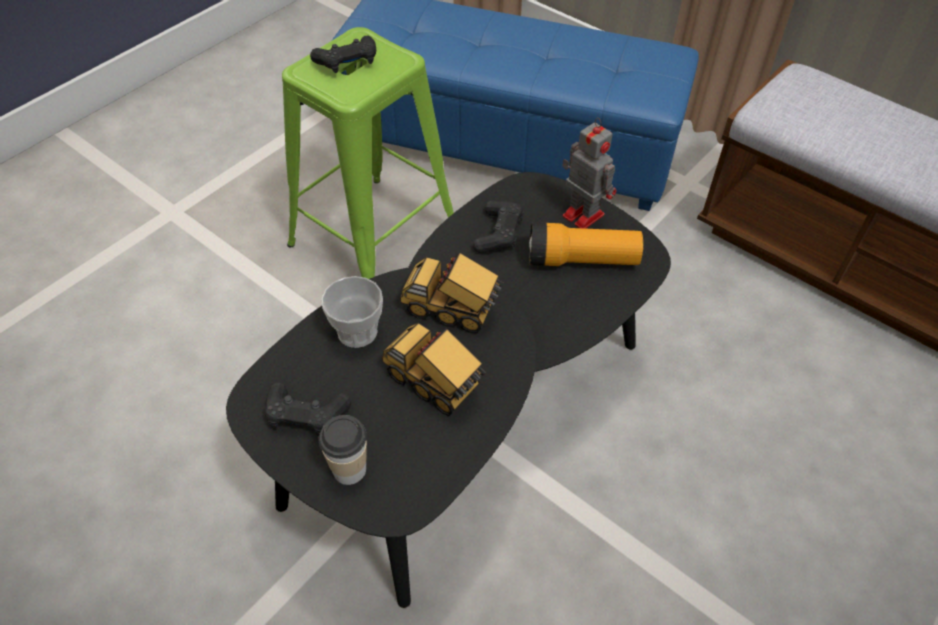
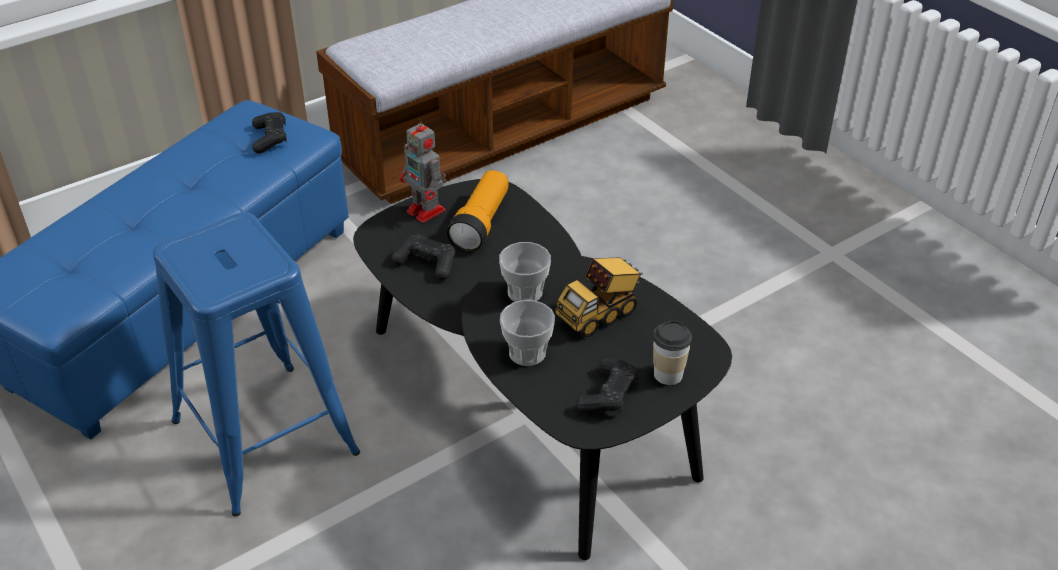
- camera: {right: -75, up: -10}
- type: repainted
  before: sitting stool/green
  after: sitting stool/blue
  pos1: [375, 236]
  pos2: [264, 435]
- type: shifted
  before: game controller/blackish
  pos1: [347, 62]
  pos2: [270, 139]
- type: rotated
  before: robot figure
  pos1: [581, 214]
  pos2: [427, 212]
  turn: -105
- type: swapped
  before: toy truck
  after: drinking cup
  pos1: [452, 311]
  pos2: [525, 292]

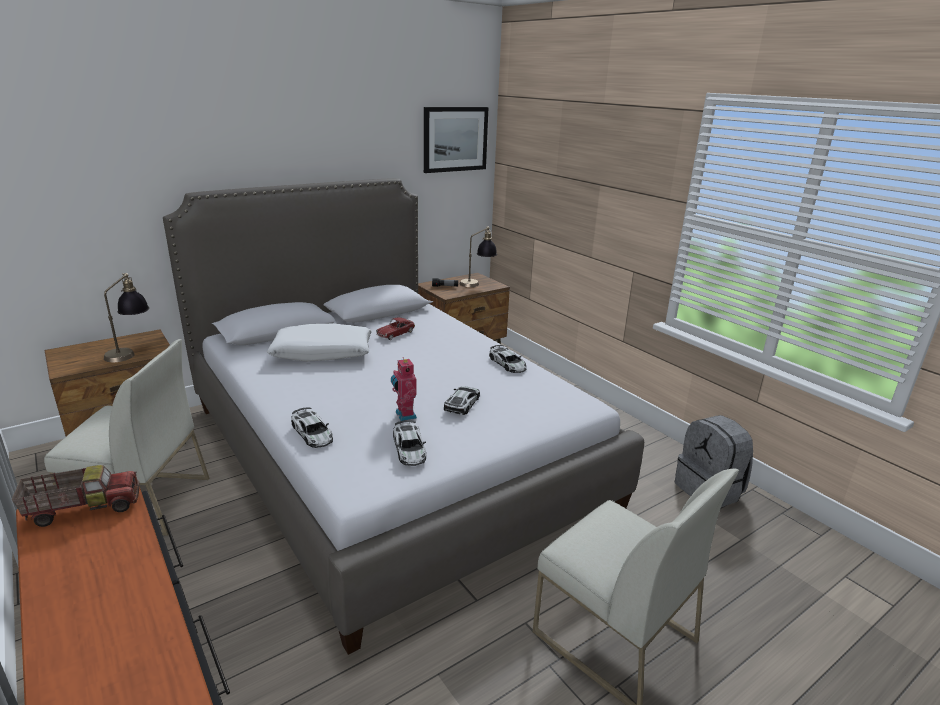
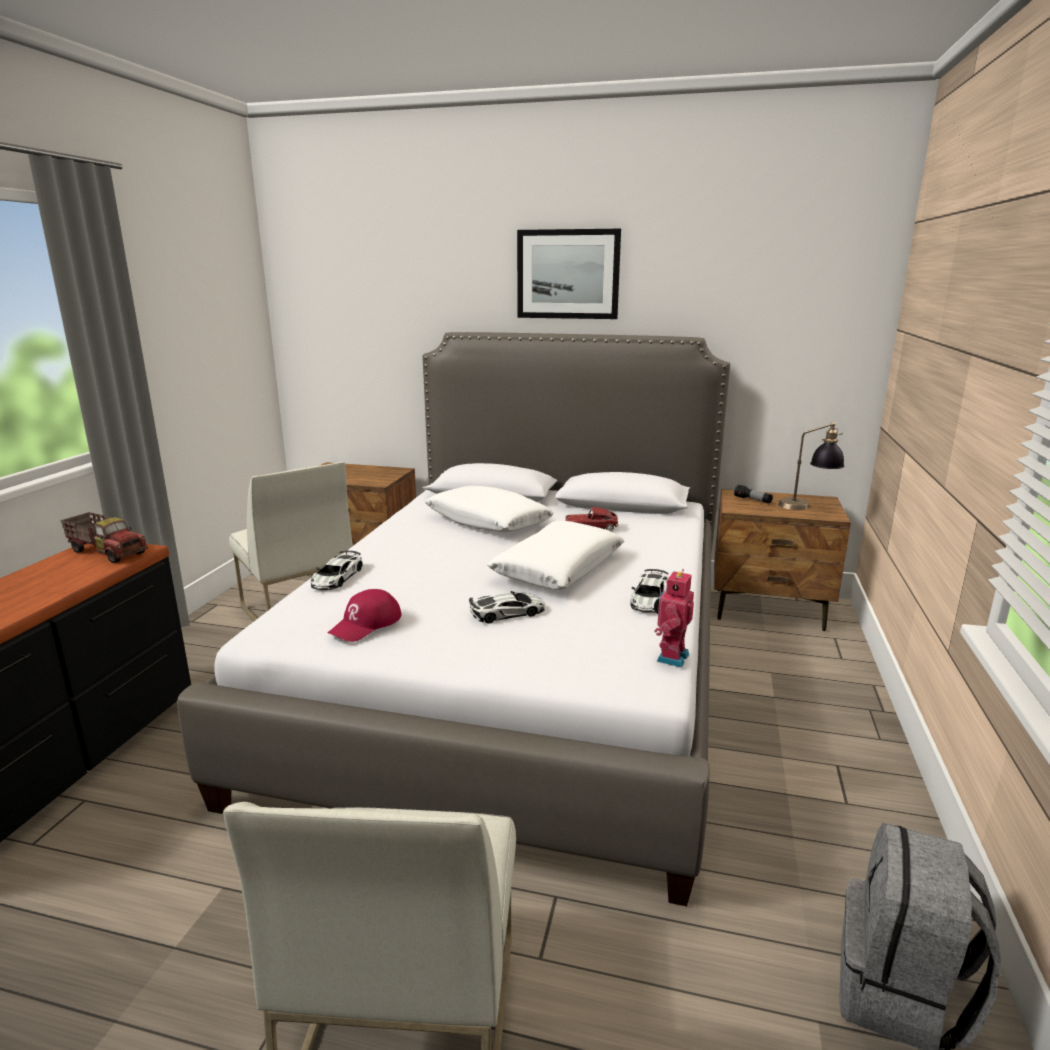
- camera: {right: 50, up: -5}
- type: swapped
  before: toy car
  after: baseball cap/red
  pos1: [409, 448]
  pos2: [366, 624]
- type: new
  after: throw pillow/white
  pos2: [558, 568]
- type: shifted
  before: wall picture
  pos1: [455, 139]
  pos2: [568, 274]
- type: shifted
  before: robot figure
  pos1: [404, 415]
  pos2: [670, 657]
- type: gone
  before: tabletop lamp
  pos1: [130, 352]

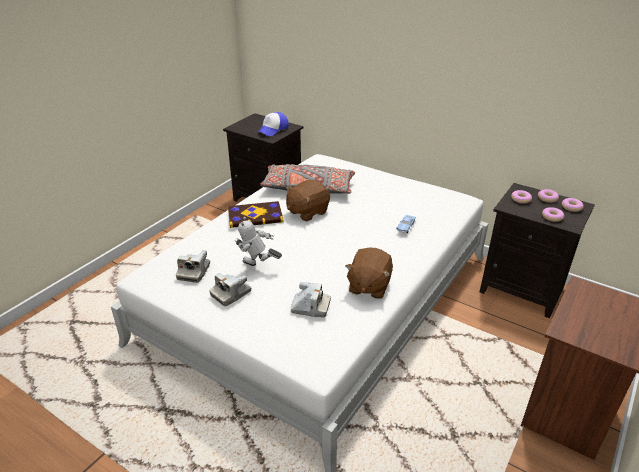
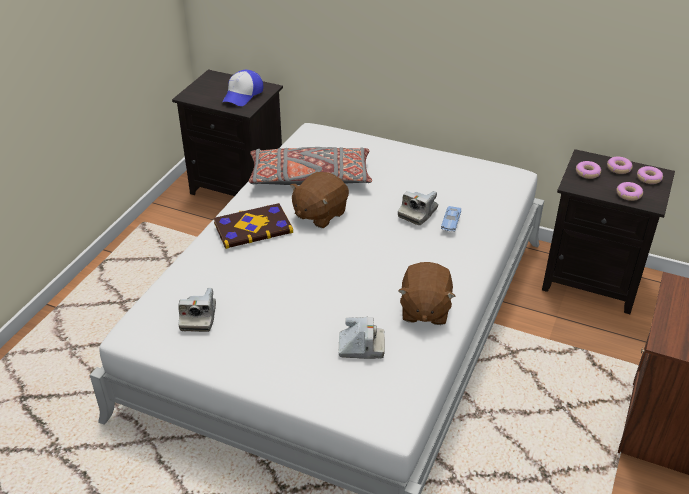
- camera: {right: -10, up: 5}
- type: shifted
  before: still camera
  pos1: [231, 294]
  pos2: [418, 213]
- type: gone
  before: robot figure
  pos1: [258, 267]

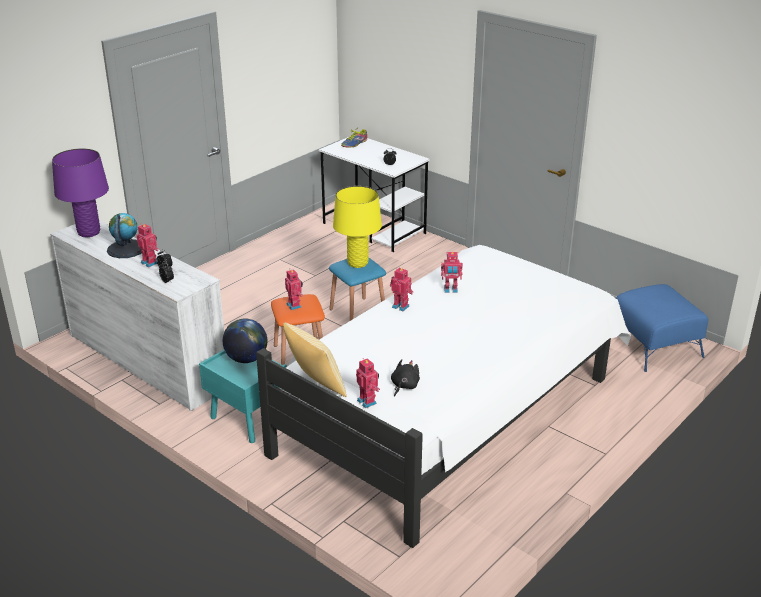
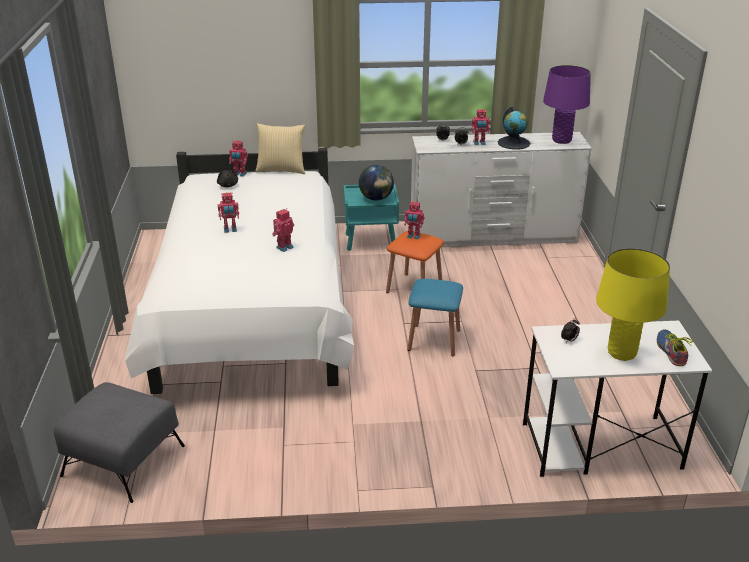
- camera: {right: 135, up: 0}
- type: repainted
  before: footrest/blue
  after: footrest/gray
  pos1: [654, 346]
  pos2: [123, 460]
- type: shifted
  before: robot figure
  pos1: [401, 306]
  pos2: [230, 230]
- type: shifted
  before: tabletop lamp/yellow-coloured
  pos1: [357, 263]
  pos2: [622, 353]

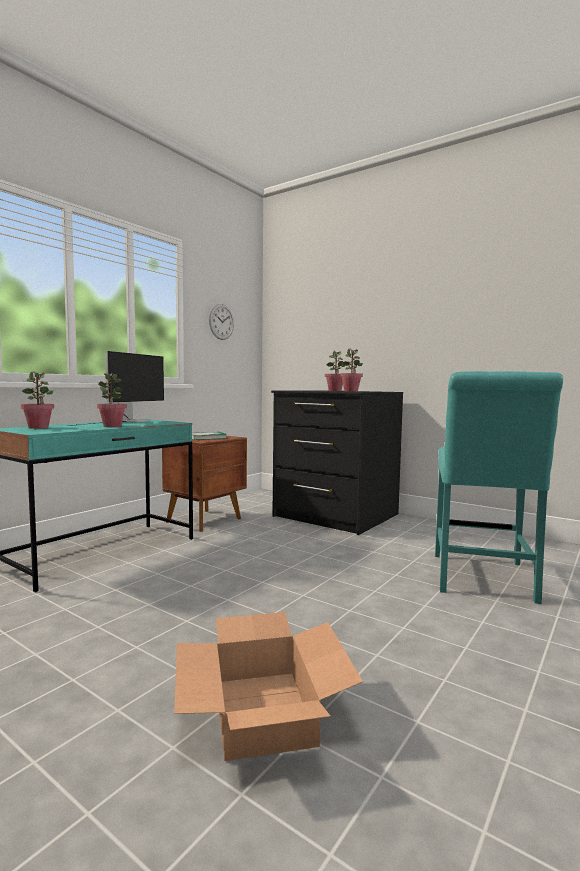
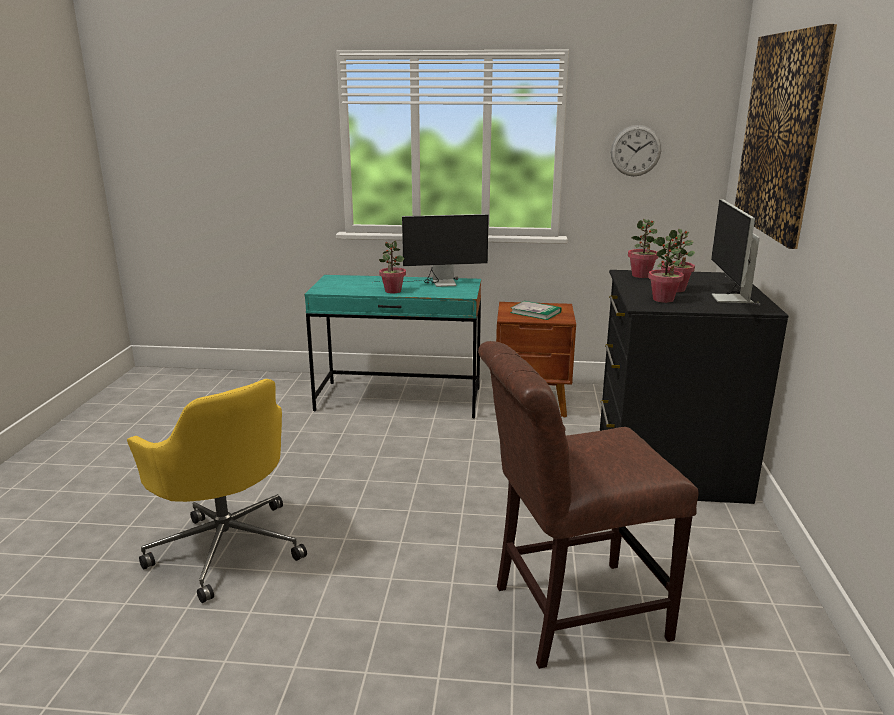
- camera: {right: 60, up: 15}
- type: swapped
  before: cardboard box
  after: office chair/yellow-coloured
  pos1: [262, 712]
  pos2: [227, 546]
- type: repainted
  before: plain chair/turquoise-coloured
  after: plain chair/brown
  pos1: [482, 579]
  pos2: [570, 613]
- type: shifted
  before: plant in a pot
  pos1: [38, 427]
  pos2: [641, 275]
- type: new
  after: computer screen
  pos2: [732, 296]
- type: new
  after: wall picture
  pos2: [780, 135]

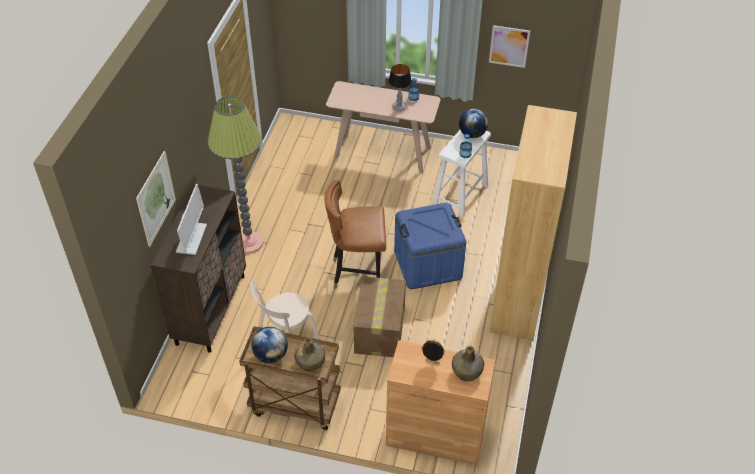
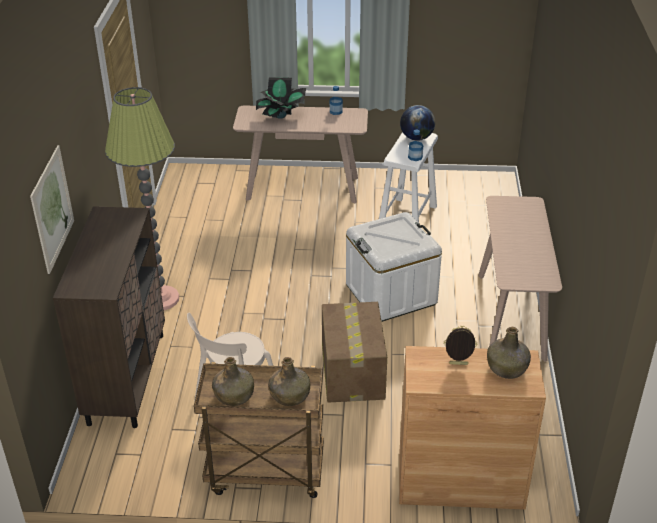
- camera: {right: -10, up: -10}
- type: swapped
  before: globe
  after: drink bottle/green
  pos1: [270, 355]
  pos2: [234, 395]
- type: new
  after: plant in a pot
  pos2: [281, 116]
- type: repainted
  before: storage container/blue
  after: storage container/white
  pos1: [428, 264]
  pos2: [391, 294]
- type: swapped
  before: shelving unit/brown
  after: hall table/sand-coloured
  pos1: [517, 299]
  pos2: [511, 316]
- type: gone
  before: computer screen
  pos1: [191, 238]
- type: gone
  before: plain chair/brown
  pos1: [357, 273]
- type: gone
  before: tabletop lamp
  pos1: [399, 107]
- type: gone
  before: wall picture
  pos1: [509, 46]

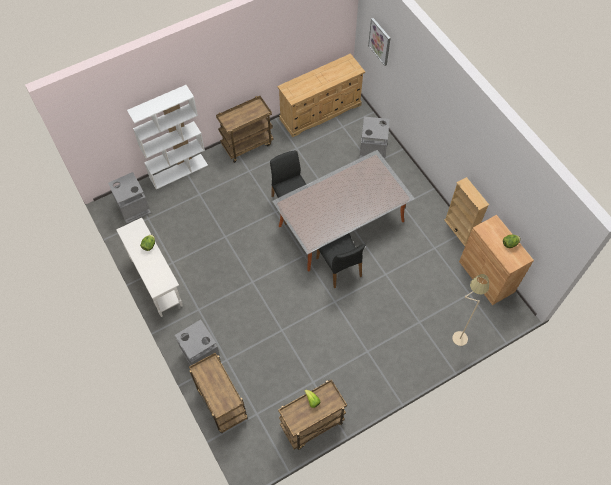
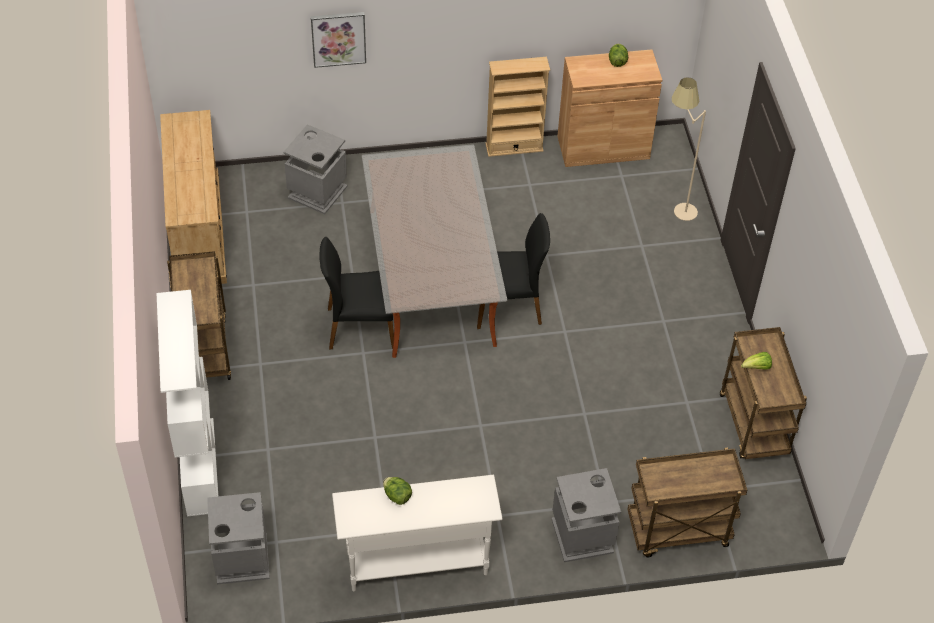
- camera: {right: -70, up: -10}
- type: shifted
  before: wall picture
  pos1: [380, 41]
  pos2: [338, 38]

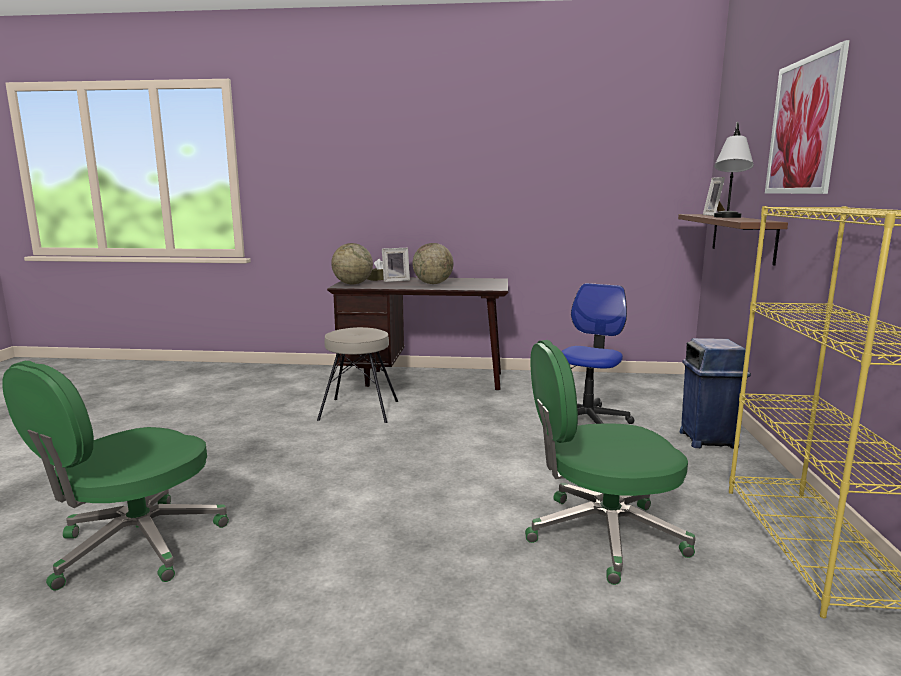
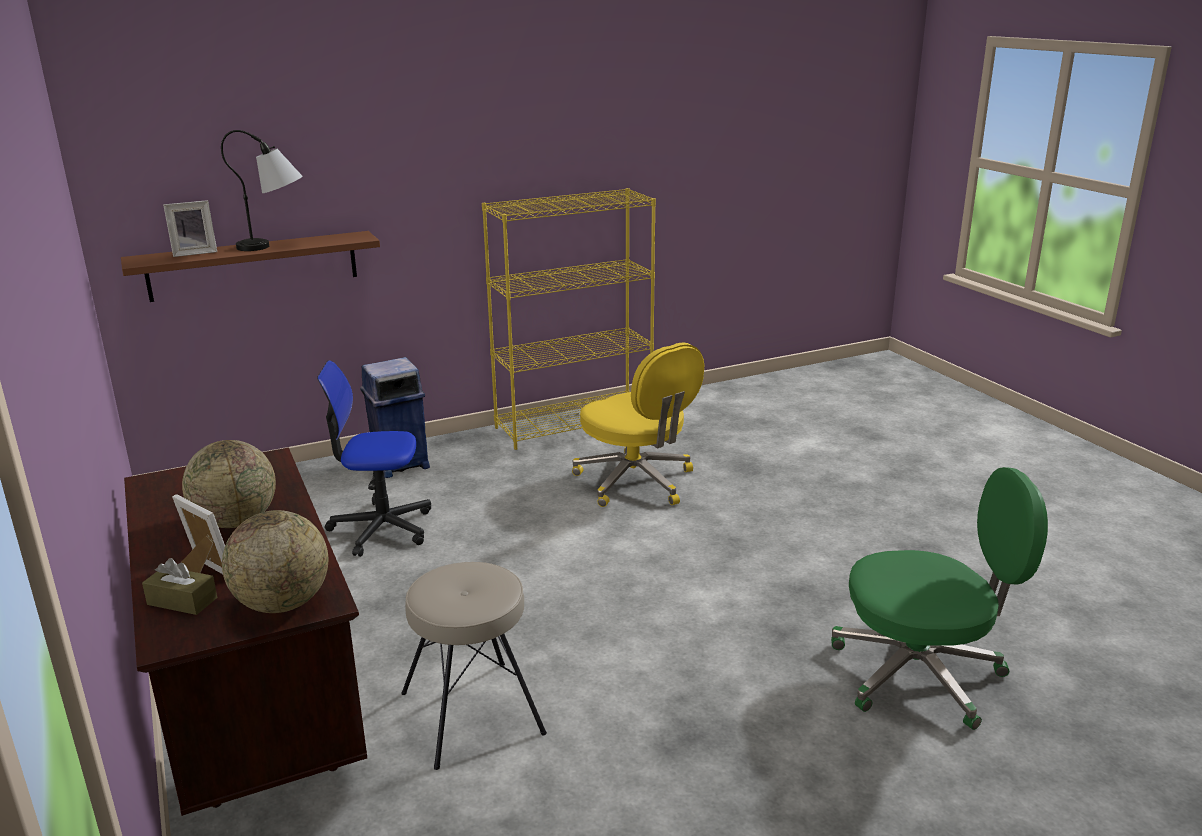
- camera: {right: -120, up: 10}
- type: repainted
  before: office chair/green
  after: office chair/yellow-coloured
  pos1: [601, 535]
  pos2: [636, 482]
- type: gone
  before: wall picture
  pos1: [803, 126]

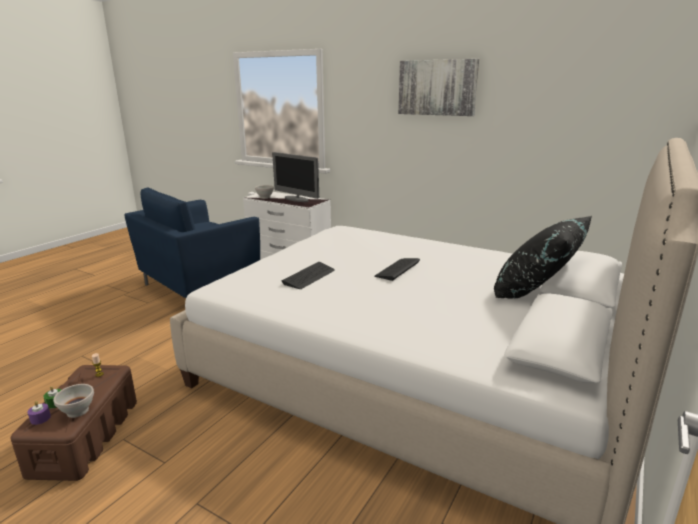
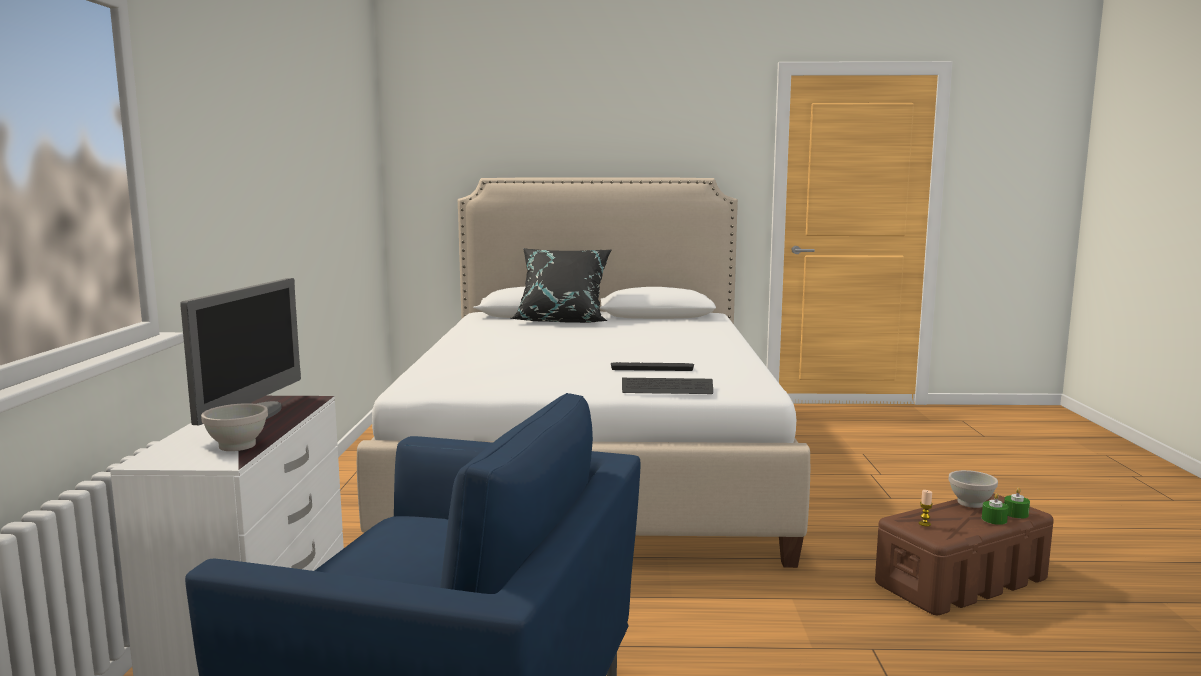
- camera: {right: -120, up: -10}
- type: shifted
  before: computer keyboard
  pos1: [397, 269]
  pos2: [667, 389]
- type: repainted
  before: wax candle/purple
  after: wax candle/green
  pos1: [40, 418]
  pos2: [1015, 513]
- type: gone
  before: wall picture
  pos1: [437, 87]

